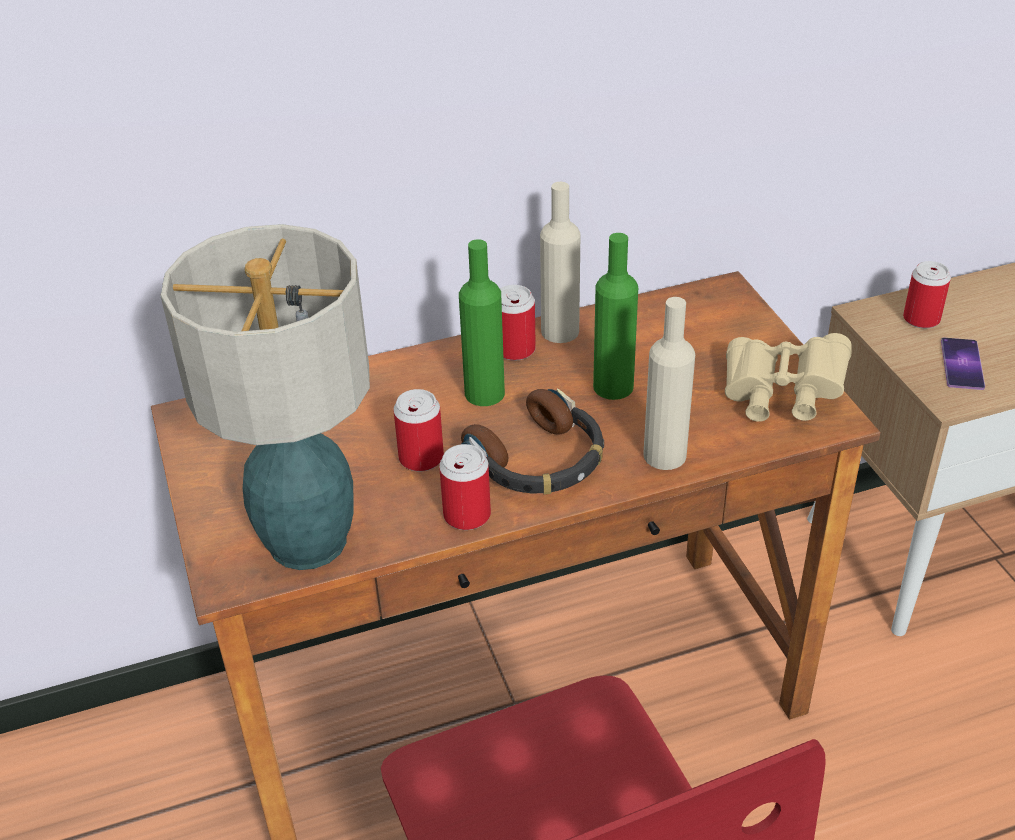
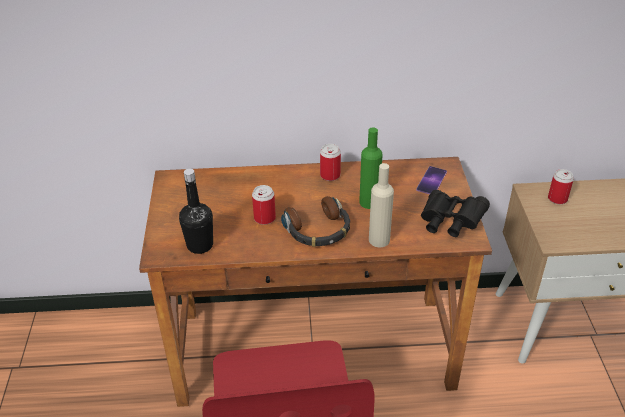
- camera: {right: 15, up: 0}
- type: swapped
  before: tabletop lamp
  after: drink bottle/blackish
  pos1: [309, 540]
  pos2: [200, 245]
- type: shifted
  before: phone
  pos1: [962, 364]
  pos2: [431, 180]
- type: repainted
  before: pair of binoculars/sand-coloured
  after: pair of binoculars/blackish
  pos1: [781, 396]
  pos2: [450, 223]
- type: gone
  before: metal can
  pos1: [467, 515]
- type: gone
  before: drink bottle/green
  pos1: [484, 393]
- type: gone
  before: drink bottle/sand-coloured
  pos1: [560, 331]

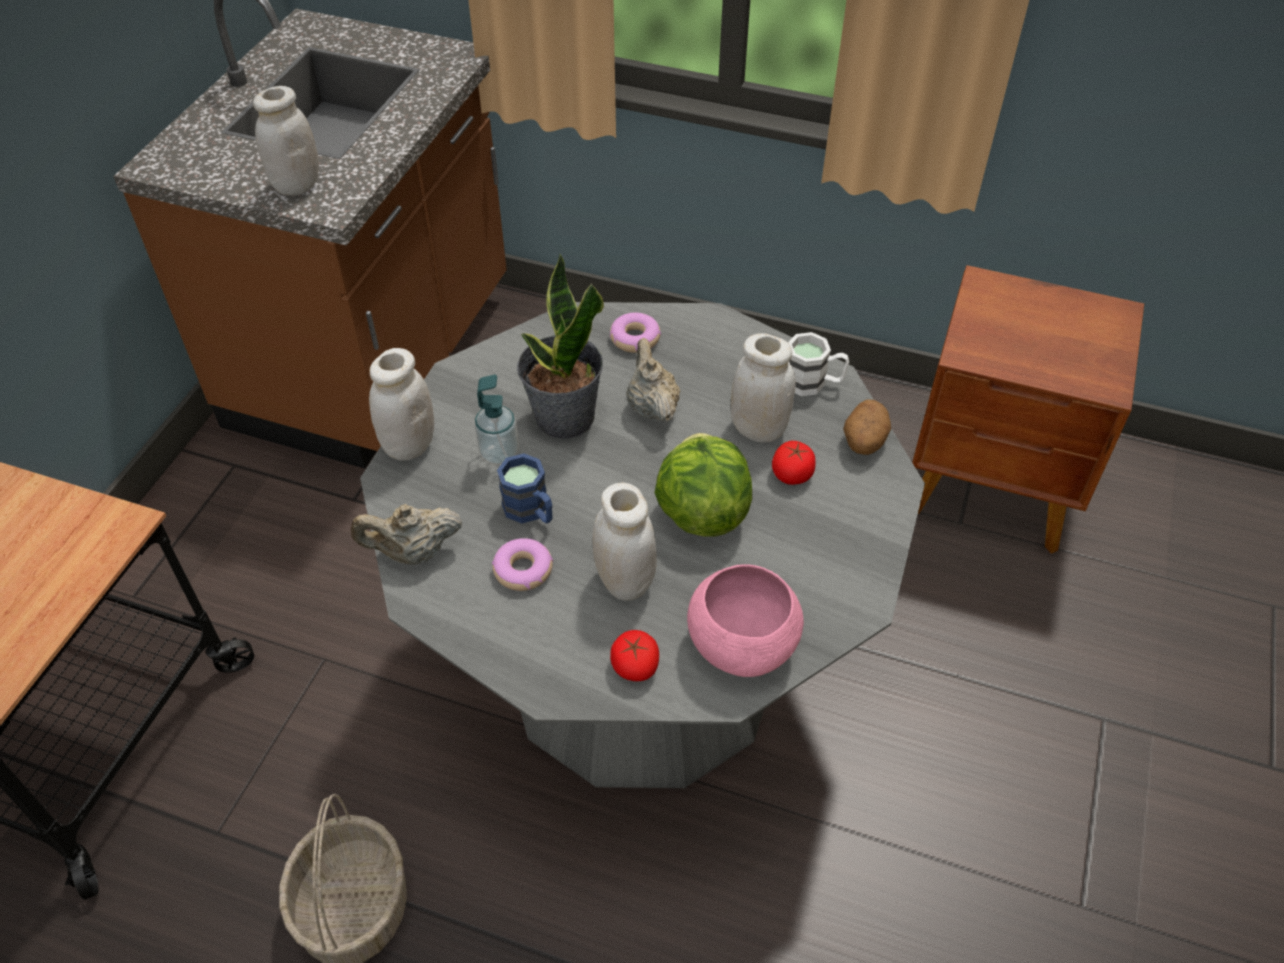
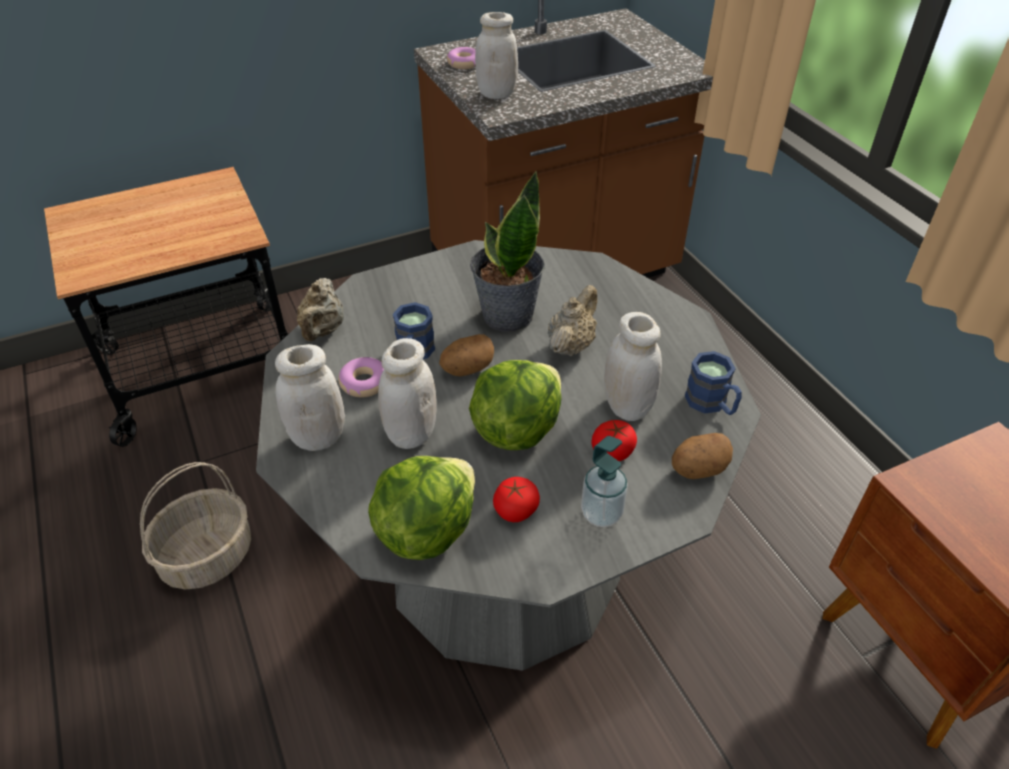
- camera: {right: 45, up: -5}
- type: shifted
  before: jar/white
  pos1: [409, 445]
  pos2: [318, 437]
- type: rotated
  before: tea pot/sand-coloured
  pos1: [413, 552]
  pos2: [323, 331]
  turn: -120
- type: swapped
  before: deep dish/pink-coloured
  after: head of lettuce
  pos1: [741, 646]
  pos2: [425, 530]
- type: new
  after: whole potato
  pos2: [467, 369]
- type: shifted
  before: ring doughnut
  pos1: [635, 338]
  pos2: [464, 63]
- type: shifted
  before: whole tomato
  pos1: [634, 666]
  pos2: [515, 509]
- type: shifted
  before: liquid soap bottle
  pos1: [499, 453]
  pos2: [601, 513]
- type: repainted
  before: coffee mug/white
  after: coffee mug/blue
  pos1: [813, 382]
  pos2: [711, 404]

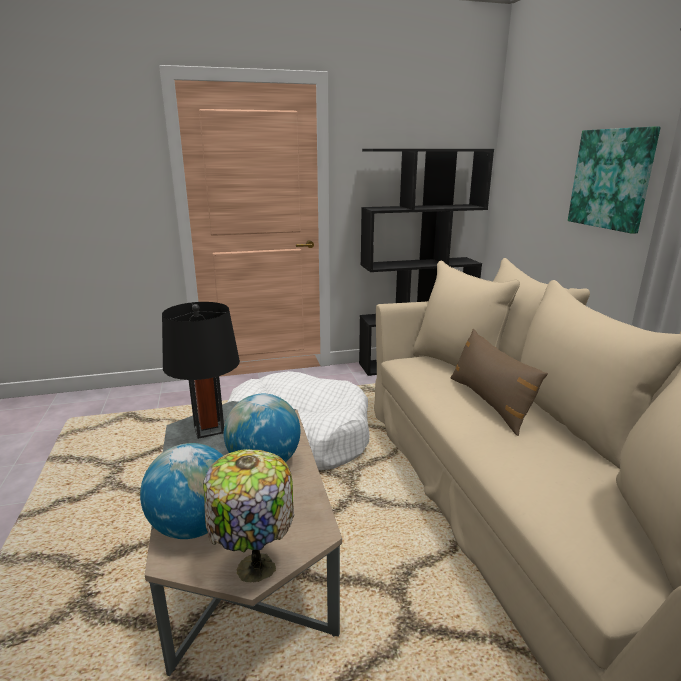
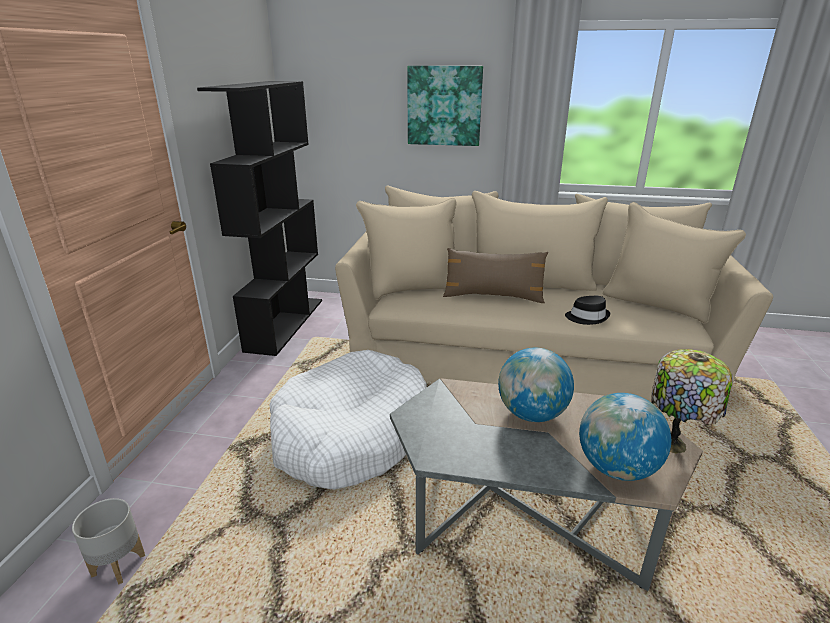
- camera: {right: -65, up: 5}
- type: new
  after: flower pot/gray
  pos2: [119, 564]
- type: new
  after: wearable hat/blackish
  pos2: [587, 317]
- type: gone
  before: tabletop lamp/blackish
  pos1: [209, 429]

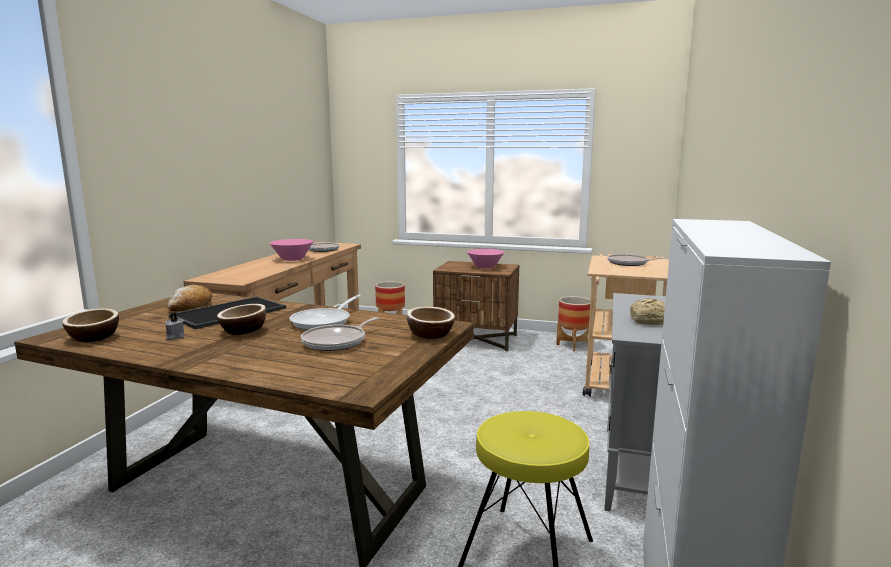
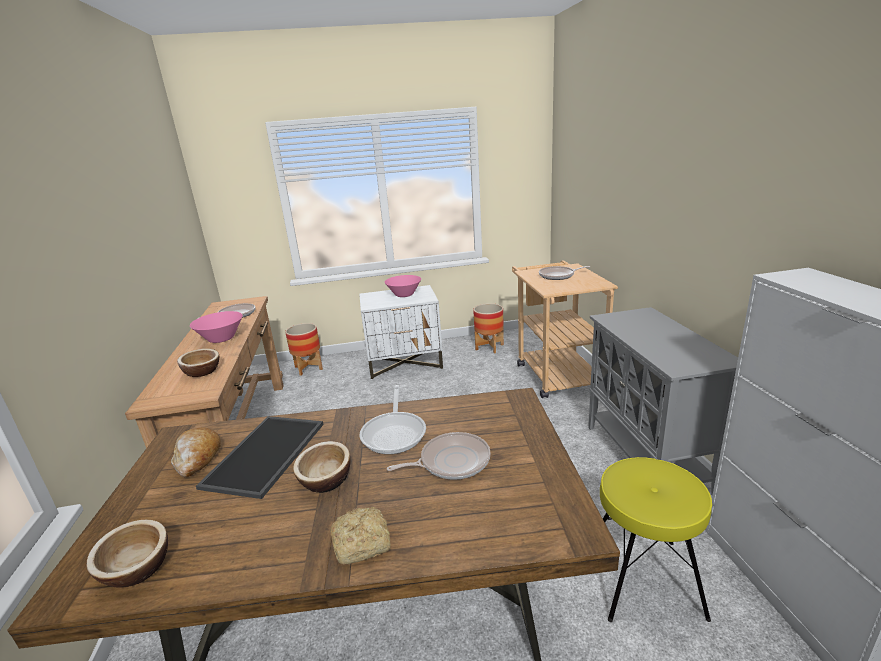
- camera: {right: -25, up: 10}
- type: shifted
  before: deep dish
  pos1: [430, 334]
  pos2: [202, 372]
- type: shifted
  before: baked bread
  pos1: [651, 321]
  pos2: [363, 543]
- type: repainted
  before: nightstand/brown
  after: nightstand/white
  pos1: [477, 339]
  pos2: [405, 363]
- type: rotated
  before: frying pan
  pos1: [337, 342]
  pos2: [451, 461]
  turn: -120
- type: gone
  before: wax candle/gray
  pos1: [174, 337]

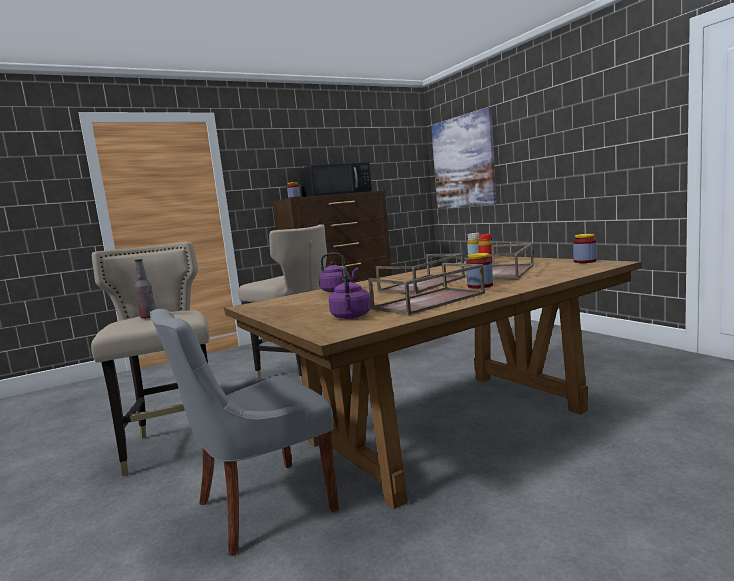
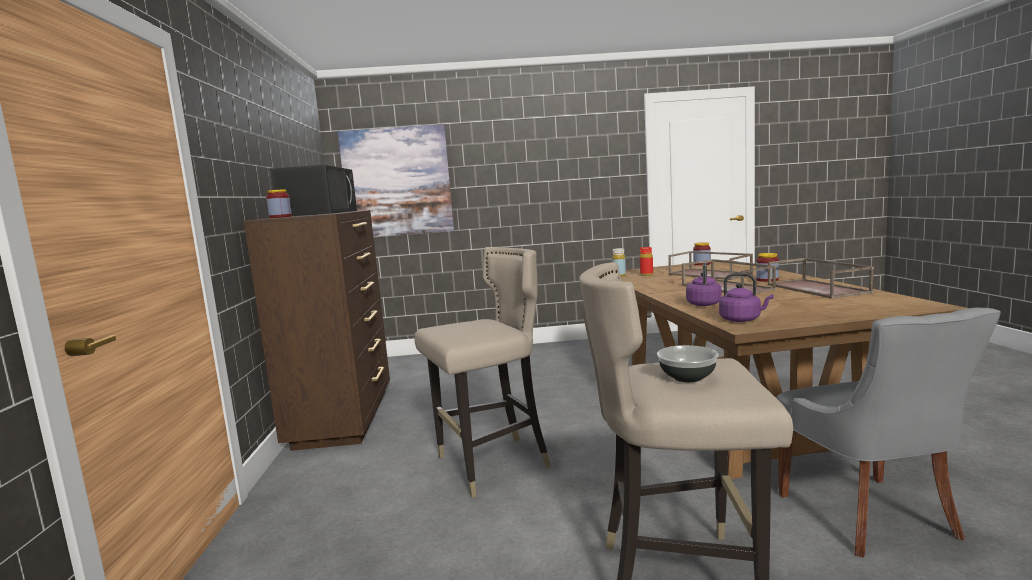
- camera: {right: -65, up: 0}
- type: swapped
  before: drink bottle
  after: deep dish
  pos1: [148, 317]
  pos2: [687, 377]
- type: shifted
  before: water kettle/purple
  pos1: [351, 317]
  pos2: [742, 320]

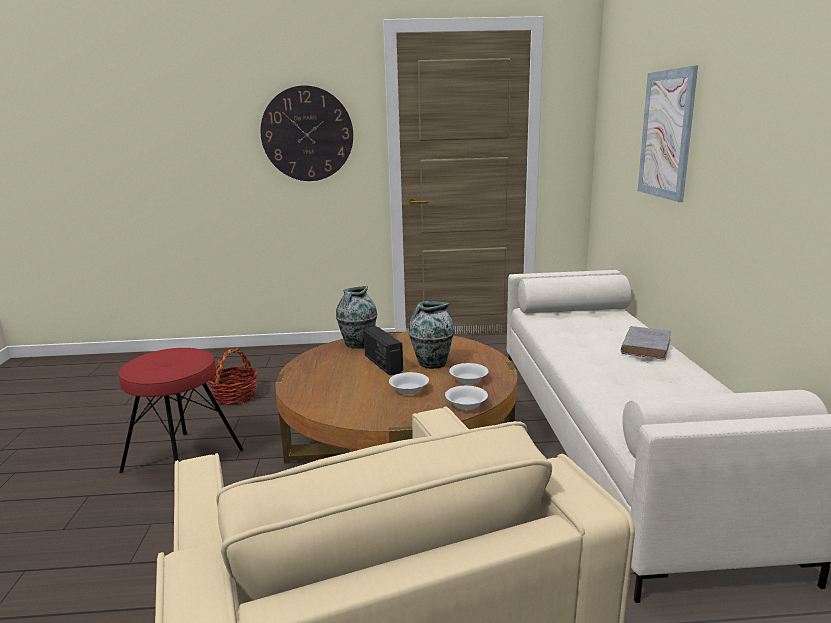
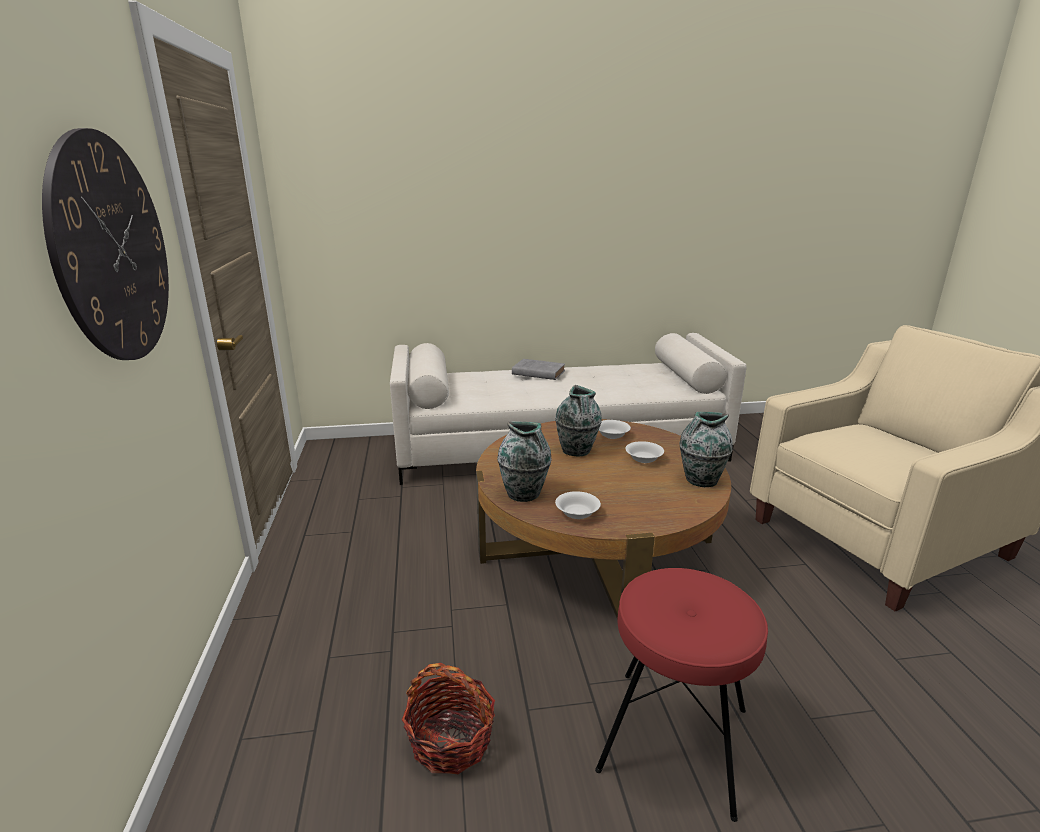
- camera: {right: -95, up: 5}
- type: shifted
  before: deep dish/white
  pos1: [466, 405]
  pos2: [577, 513]
- type: new
  after: flower vase
  pos2: [700, 480]
- type: gone
  before: radio receiver
  pos1: [382, 364]
- type: gone
  before: wall picture
  pos1: [666, 134]

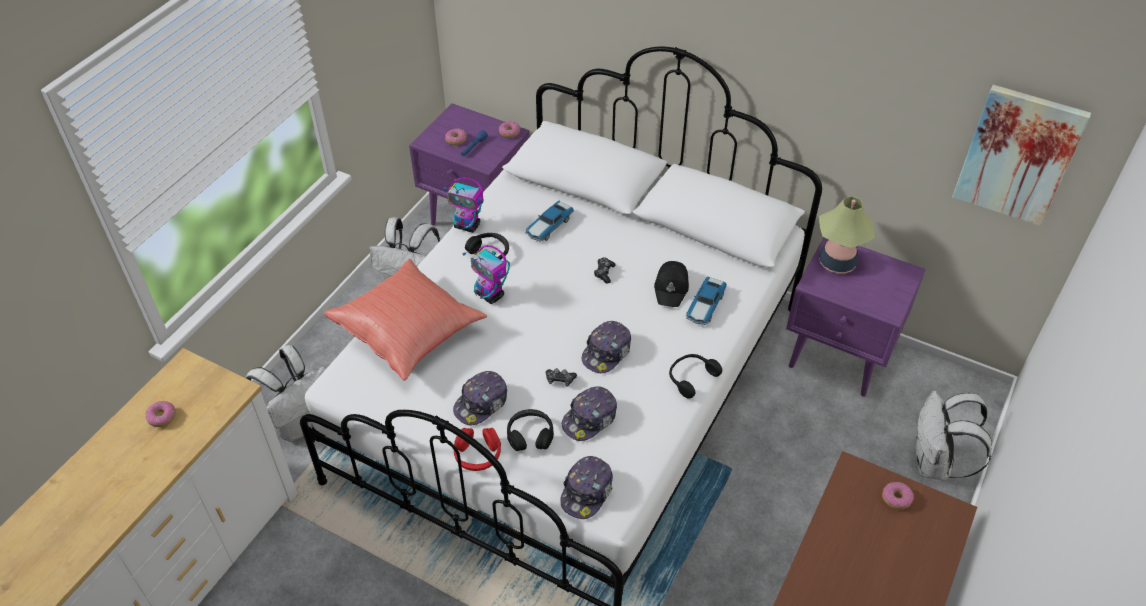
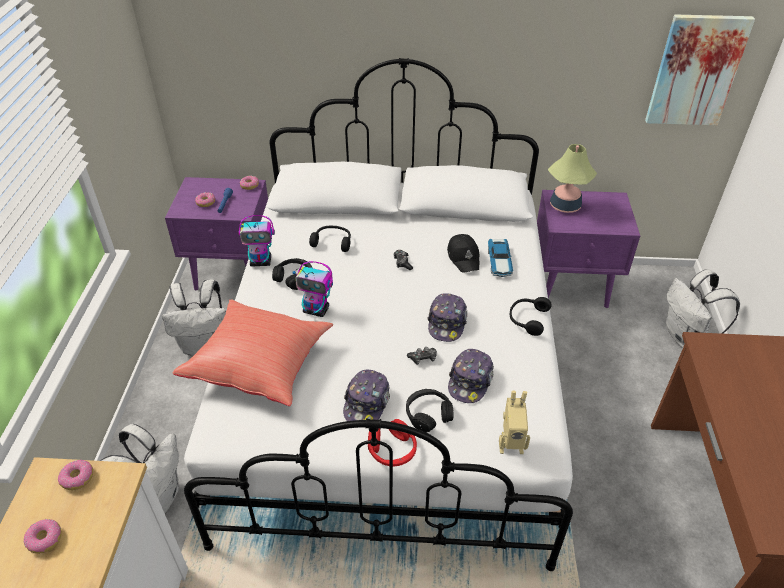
- camera: {right: -25, up: -5}
- type: shifted
  before: ring doughnut
  pos1: [896, 498]
  pos2: [77, 478]
- type: swapped
  before: toy car
  after: headphones/blackish
  pos1: [548, 226]
  pos2: [332, 242]
- type: swapped
  before: baseball cap
  after: robot figure
  pos1: [587, 492]
  pos2: [510, 444]

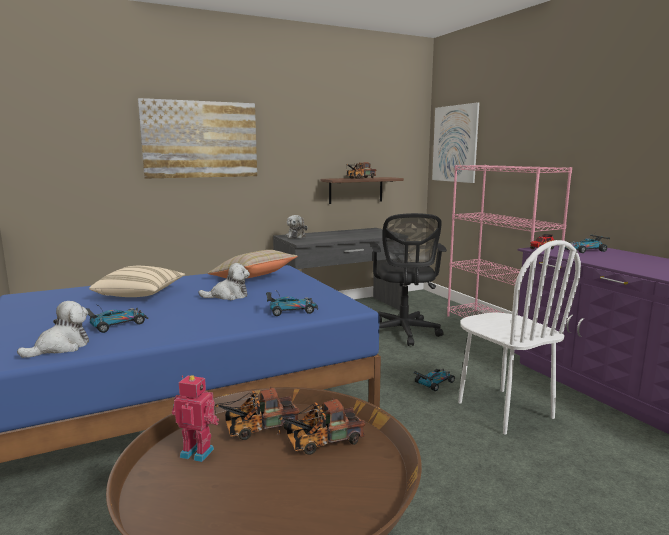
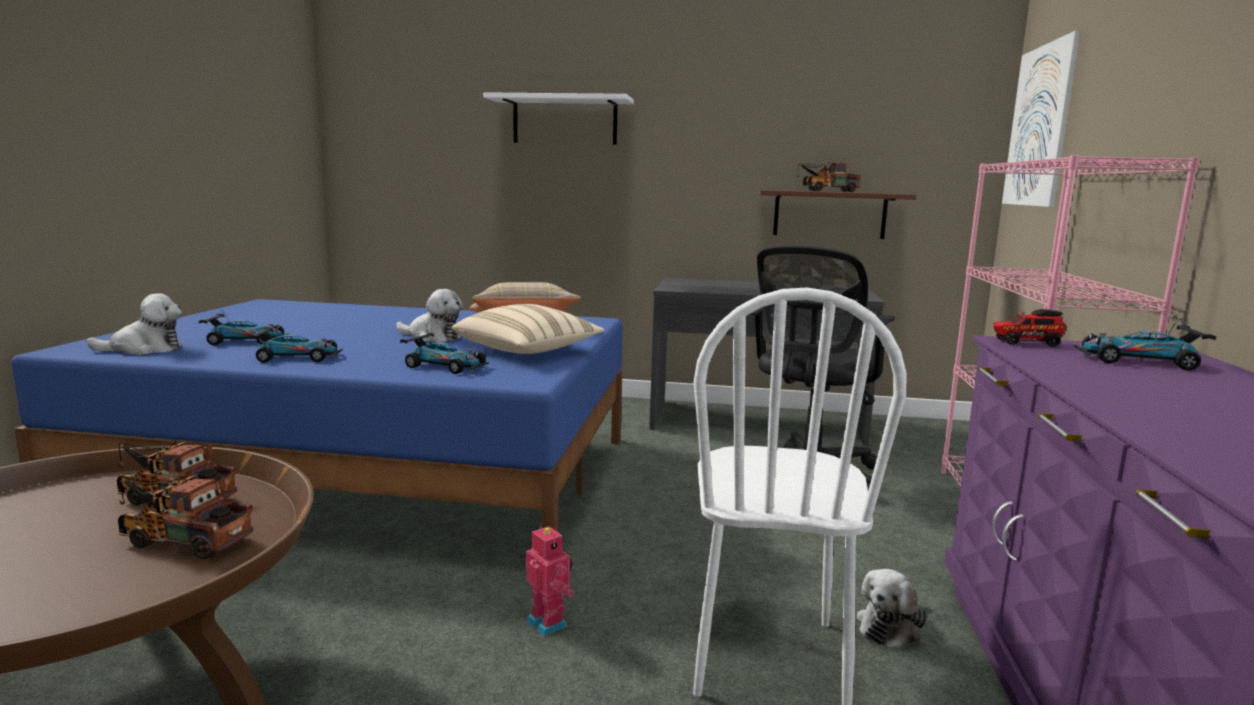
- camera: {right: 35, up: 0}
- type: shifted
  before: toy car
  pos1: [434, 383]
  pos2: [297, 357]
- type: shifted
  before: throw pillow/sand-coloured
  pos1: [140, 294]
  pos2: [528, 351]
- type: swapped
  before: wall picture
  after: wall shelf/white
  pos1: [200, 139]
  pos2: [565, 121]
- type: shifted
  before: robot figure
  pos1: [198, 452]
  pos2: [549, 622]
- type: shifted
  before: plush toy
  pos1: [296, 236]
  pos2: [890, 626]

